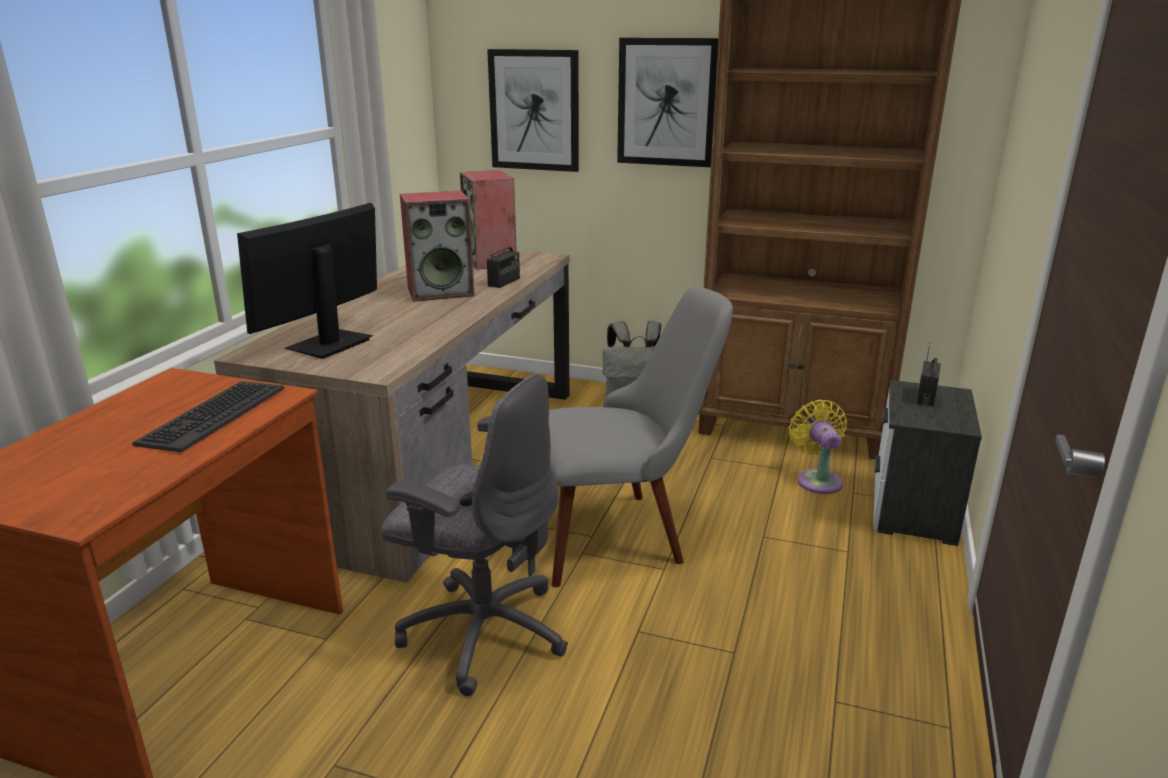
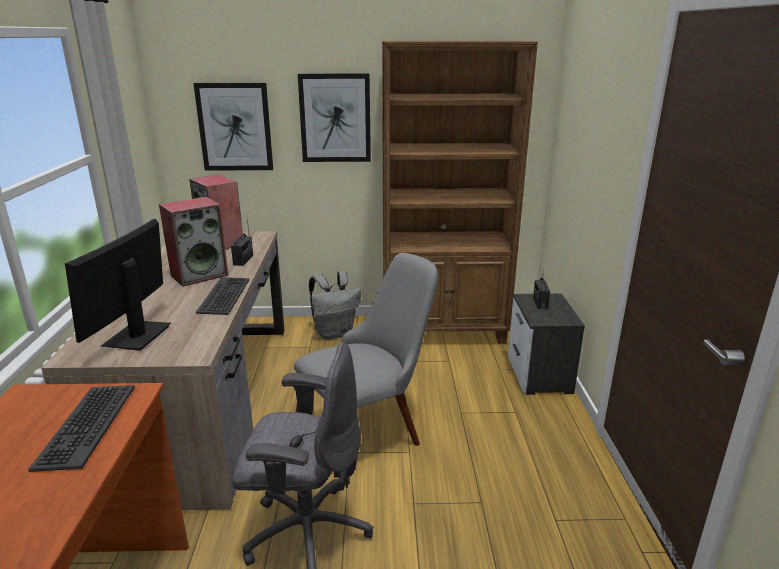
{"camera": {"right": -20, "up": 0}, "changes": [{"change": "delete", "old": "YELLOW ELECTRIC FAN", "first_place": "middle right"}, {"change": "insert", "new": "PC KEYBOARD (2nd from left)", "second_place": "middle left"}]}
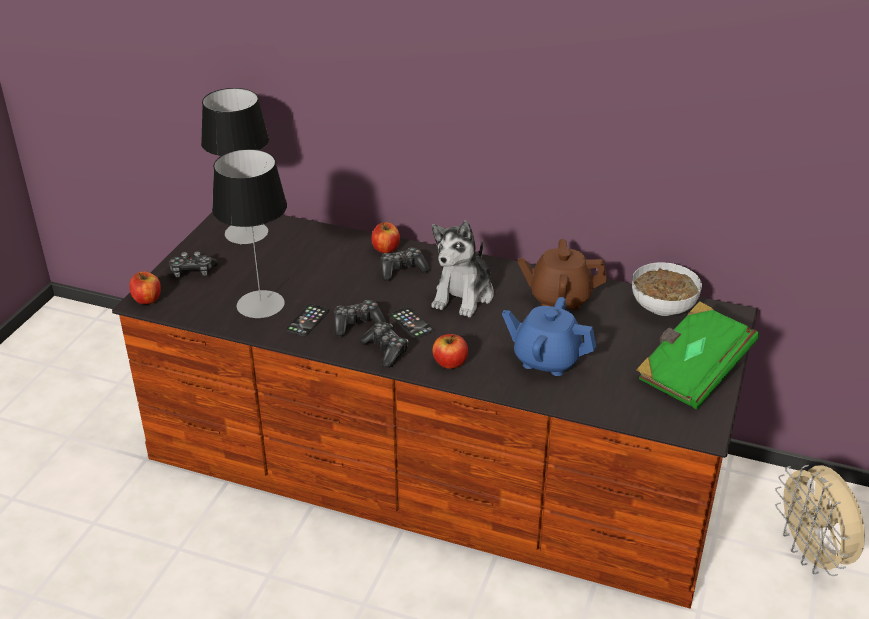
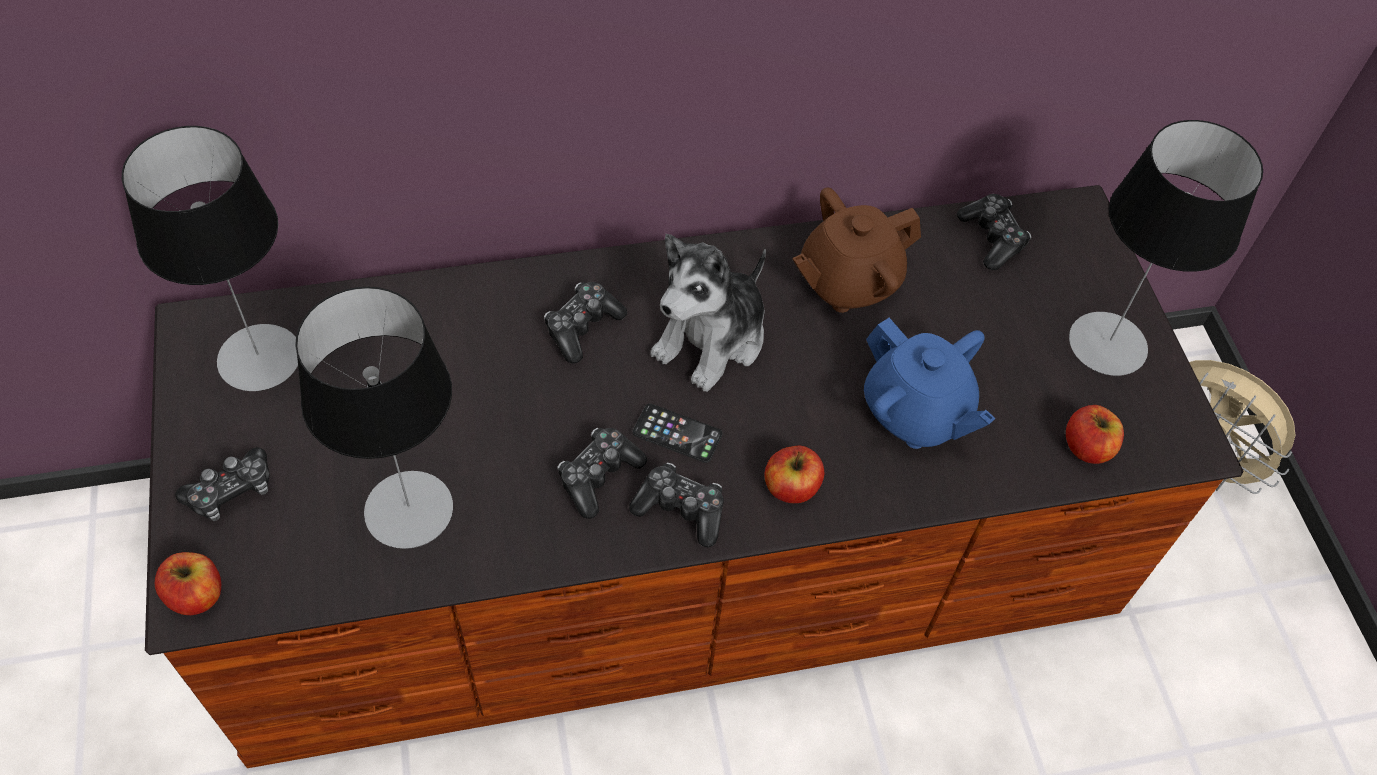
{"camera": {"right": -35, "up": 20}, "changes": [{"change": "rotate", "old": "CUDDLY TOY", "first_place": "centre", "second_place": "centre", "degrees": 45}, {"change": "move", "old": "APPLE (2nd from left in the first image)", "new": "APPLE (3rd from left)", "first_place": "centre", "second_place": "middle right"}, {"change": "replace", "old": "DEEP DISH", "new": "GAMEPAD (5th from left)", "first_place": "middle right", "second_place": "top right"}, {"change": "rotate", "old": "BLUE-COLOURED TEAPOT", "first_place": "centre", "second_place": "middle right", "degrees": -120}, {"change": "replace", "old": "GREEN VOLUME", "new": "LAMP FOR A TABLE (3rd from left)", "first_place": "middle right", "second_place": "top right"}, {"change": "delete", "old": "TELEPHONE (1st from left)", "first_place": "centre"}]}
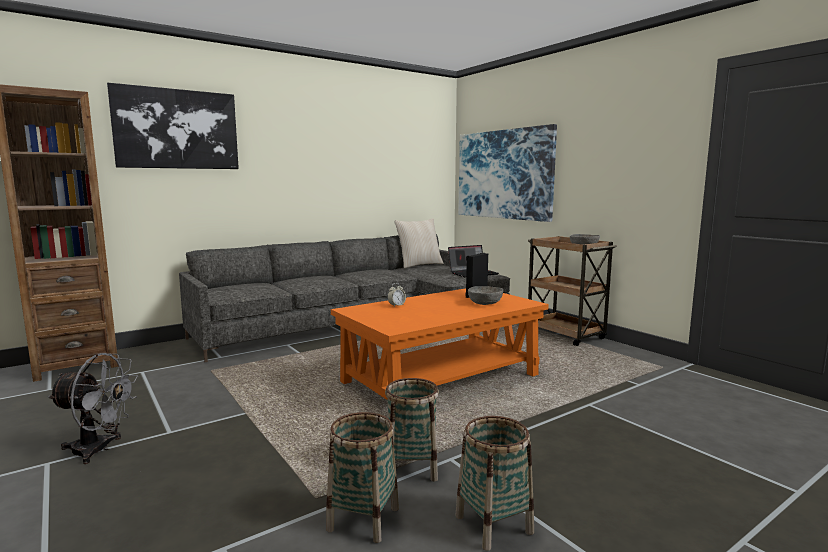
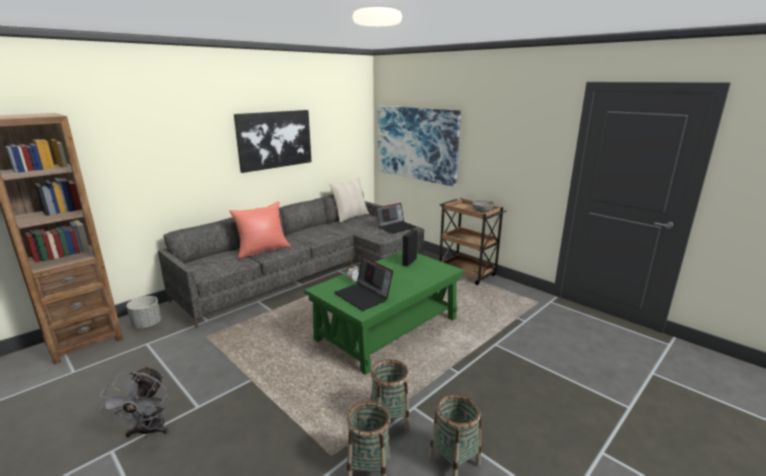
{"camera": {"right": -10, "up": 10}, "changes": [{"change": "move", "old": "WALL PICTURE (1st from left)", "first_place": "top left", "second_place": "top centre"}, {"change": "delete", "old": "GREYISH DEEP DISH (1st from left)", "first_place": "centre"}, {"change": "recolor", "old": "ORANGE COFFEE TABLE", "new": "GREEN COFFEE TABLE", "first_place": "centre", "second_place": "centre"}, {"change": "rotate", "old": "GREYISH ELECTRIC FAN", "first_place": "bottom left", "second_place": "bottom left", "degrees": 90}, {"change": "insert", "new": "RED THROW PILLOW", "second_place": "centre"}, {"change": "insert", "new": "LAPTOP (1st from left)", "second_place": "centre"}, {"change": "insert", "new": "GREYISH PLANT POT", "second_place": "middle left"}]}
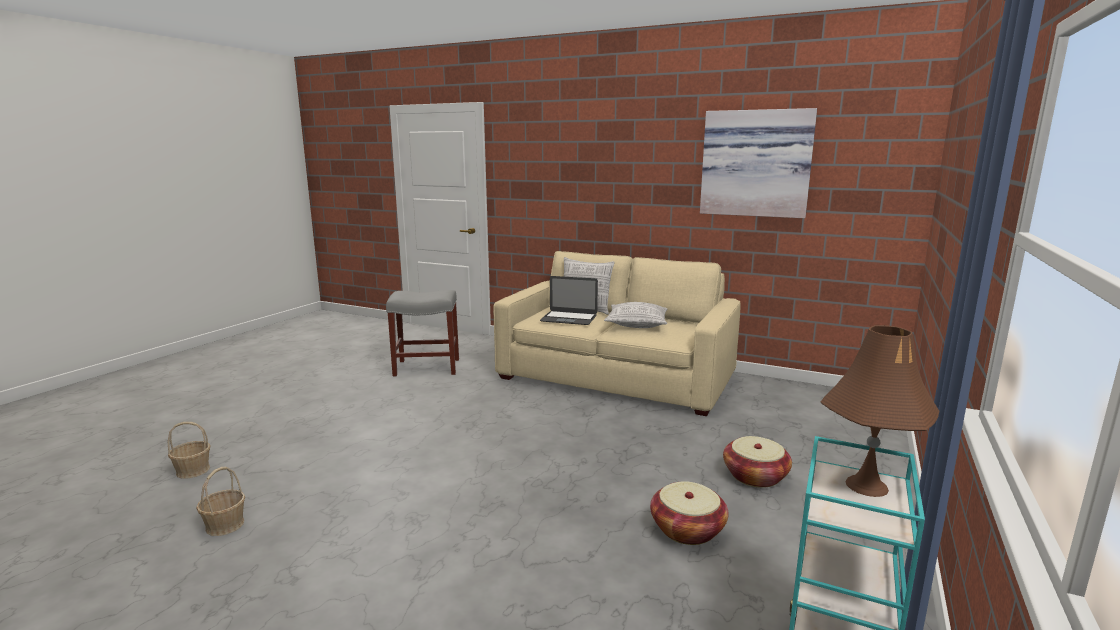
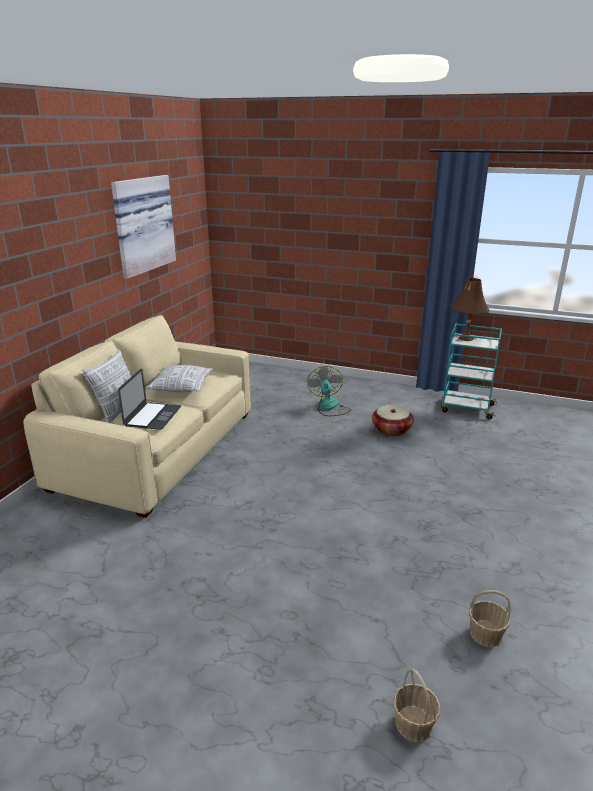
{"camera": {"right": -95, "up": 10}, "changes": [{"change": "delete", "old": "GREYISH SITTING STOOL", "first_place": "centre"}, {"change": "replace", "old": "BASKET (4th from left)", "new": "ELECTRIC FAN", "first_place": "bottom right", "second_place": "centre"}]}
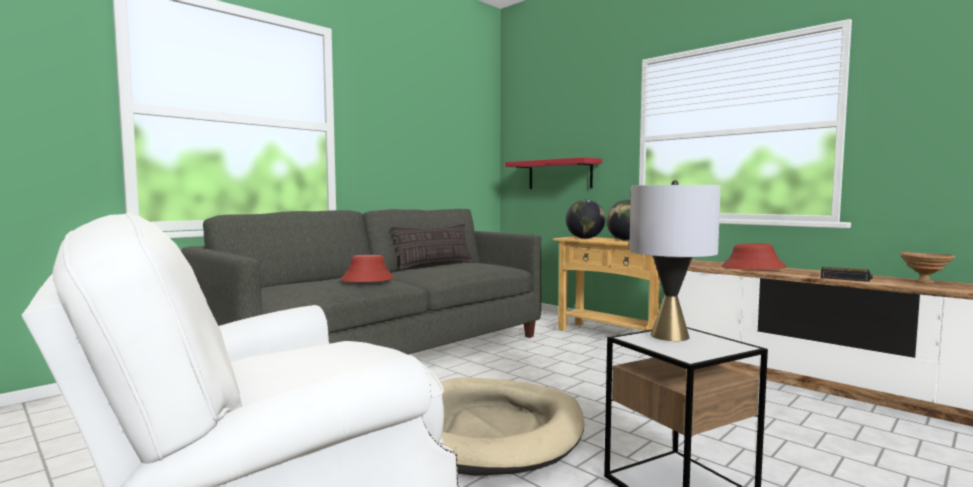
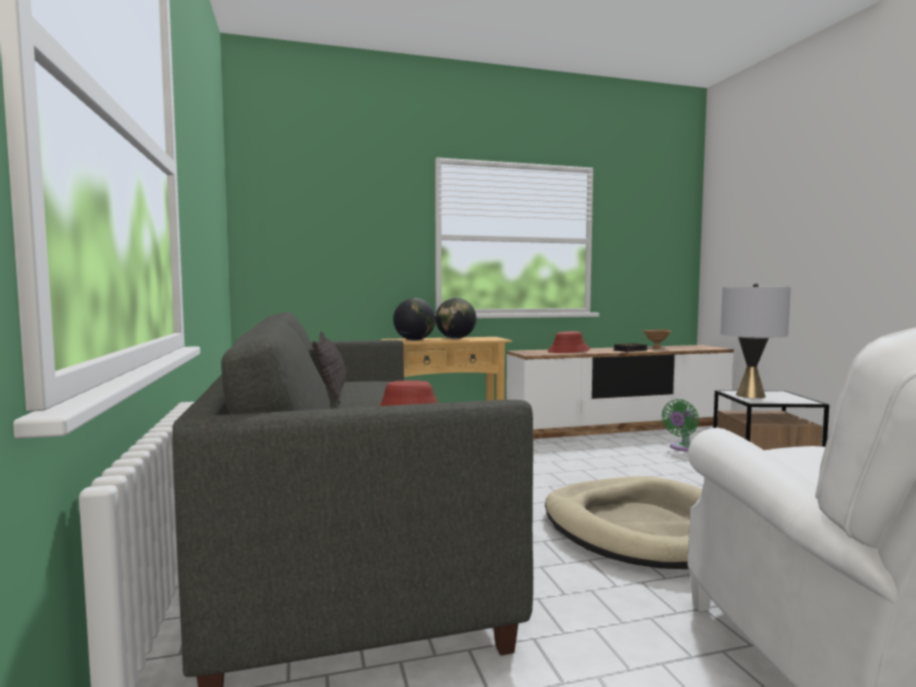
{"camera": {"right": -60, "up": 0}, "changes": [{"change": "delete", "old": "RED BRACKET SHELF", "first_place": "centre"}, {"change": "insert", "new": "GREEN ELECTRIC FAN", "second_place": "middle right"}]}
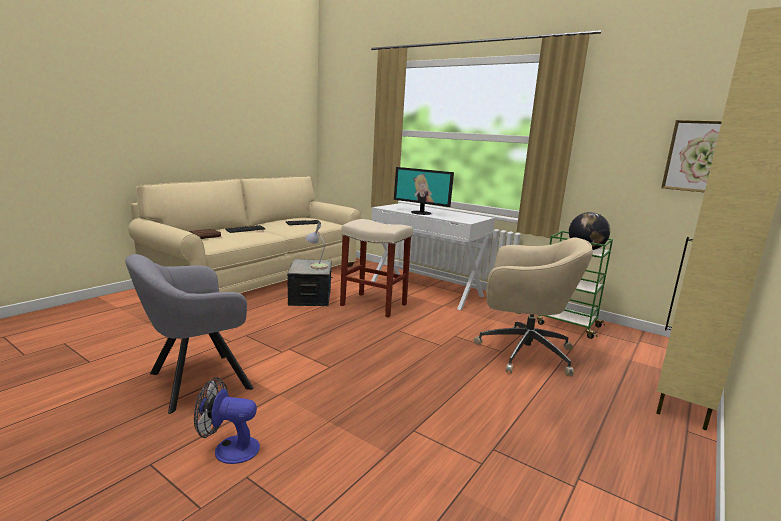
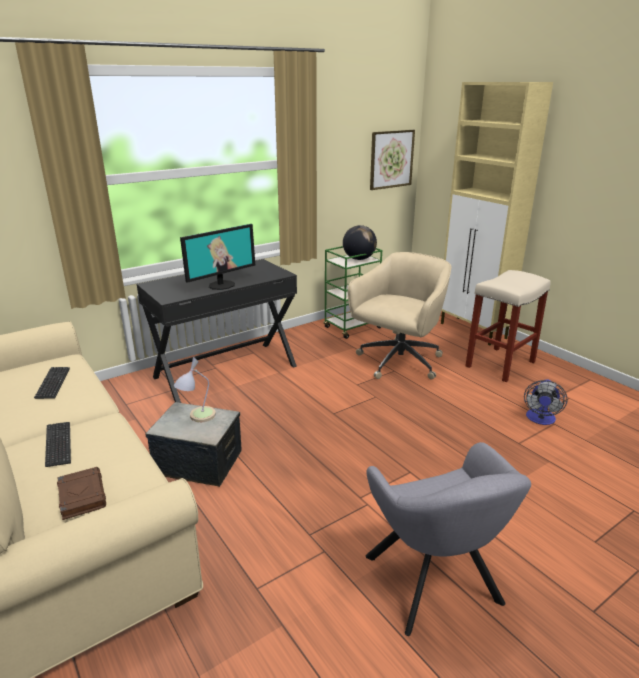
{"camera": {"right": -70, "up": 10}, "changes": [{"change": "recolor", "old": "WHITISH DESK", "new": "BLACKISH DESK", "first_place": "centre", "second_place": "centre"}, {"change": "move", "old": "SAND-COLOURED SITTING STOOL", "first_place": "centre", "second_place": "middle right"}, {"change": "move", "old": "ELECTRIC FAN", "first_place": "bottom left", "second_place": "middle right"}]}
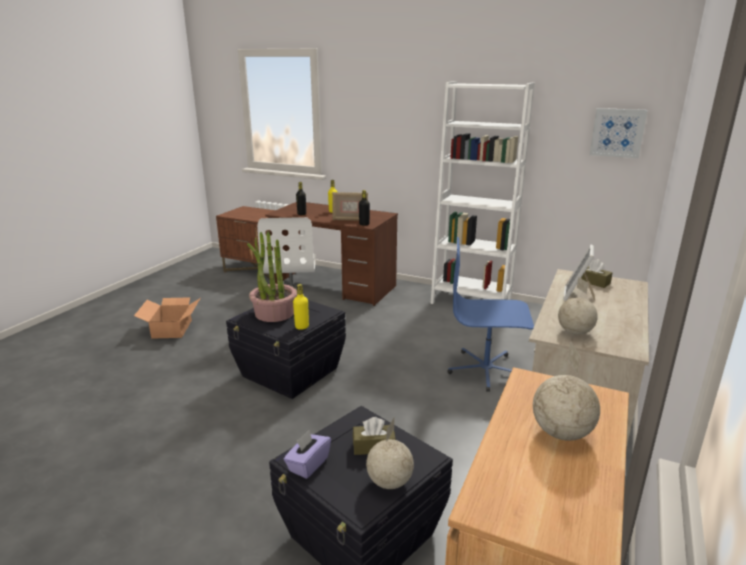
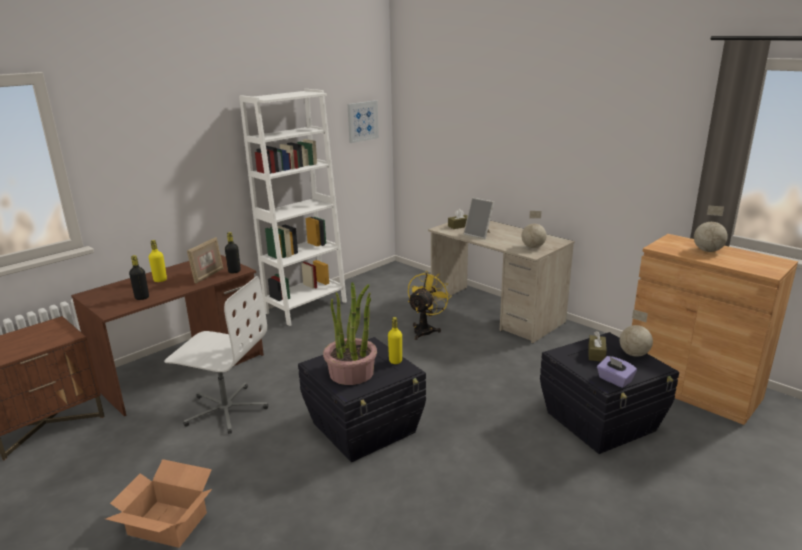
{"camera": {"right": -70, "up": 0}, "changes": [{"change": "replace", "old": "BLUE-COLOURED DESK CHAIR", "new": "YELLOW ELECTRIC FAN", "first_place": "centre", "second_place": "centre"}]}
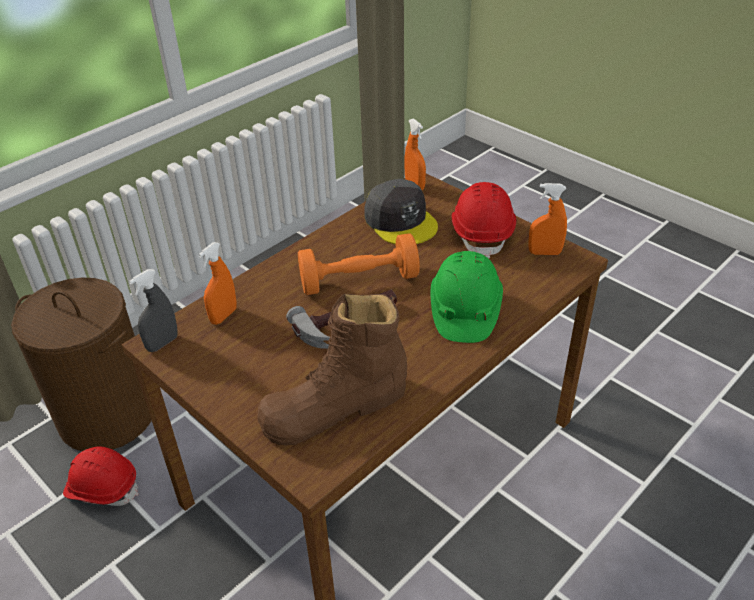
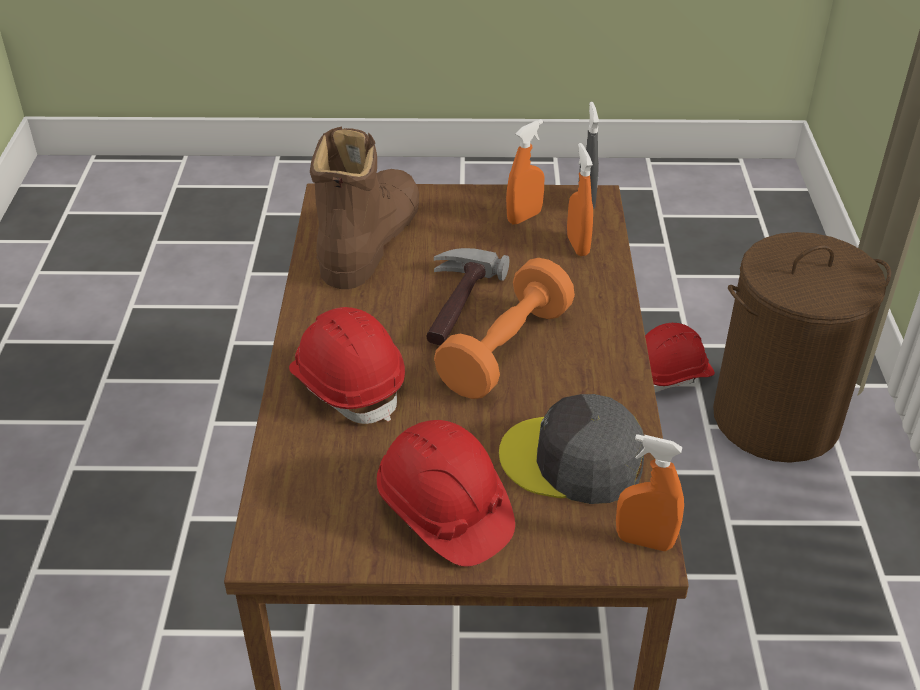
{"camera": {"right": 135, "up": 0}, "changes": [{"change": "move", "old": "ORANGE SPRAY BOTTLE (3rd from left in the first image)", "new": "ORANGE SPRAY BOTTLE (1st from left)", "first_place": "middle right", "second_place": "top centre"}, {"change": "recolor", "old": "GREEN WORK HELMET", "new": "RED WORK HELMET (1st from left)", "first_place": "centre", "second_place": "centre"}]}
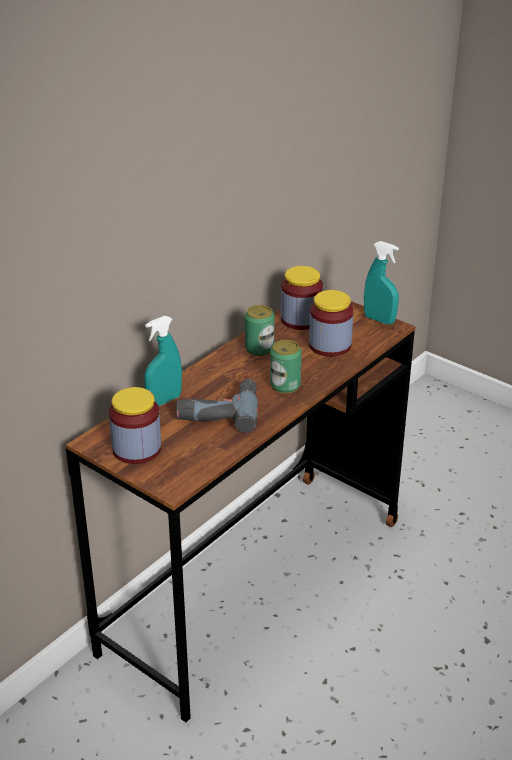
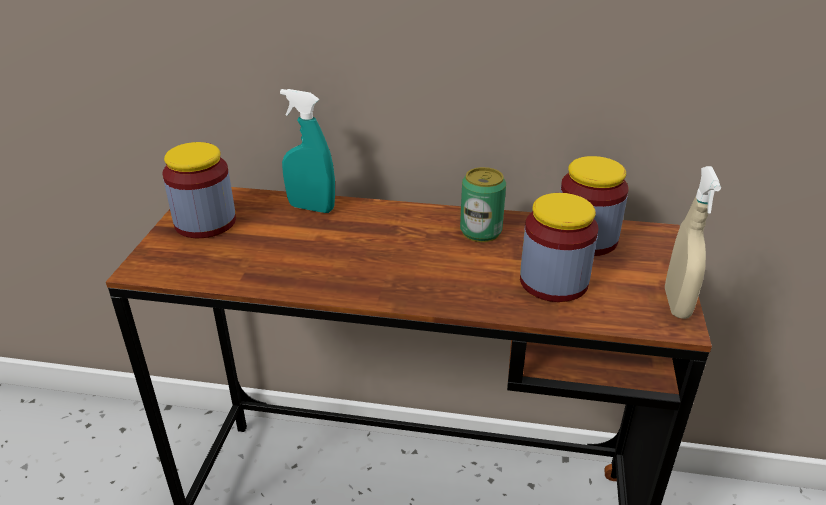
{"camera": {"right": 60, "up": 0}, "changes": [{"change": "recolor", "old": "TURQUOISE SPRAY BOTTLE (2nd from left)", "new": "SAND-COLOURED SPRAY BOTTLE", "first_place": "middle right", "second_place": "middle right"}, {"change": "delete", "old": "SEALED CAN (2nd from left)", "first_place": "centre"}, {"change": "delete", "old": "ELECTRIC DRILL", "first_place": "centre"}]}
